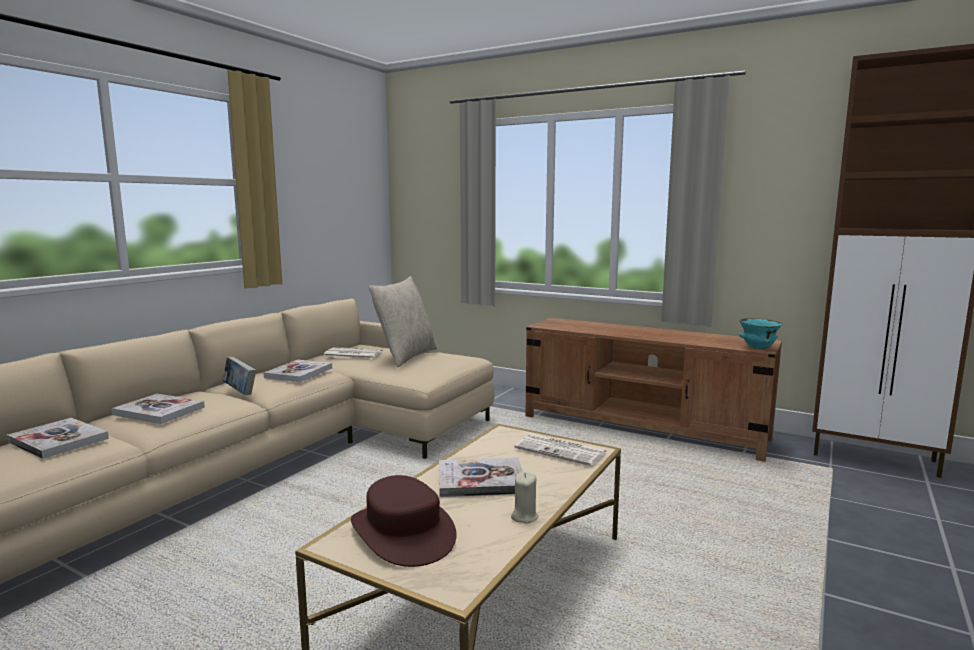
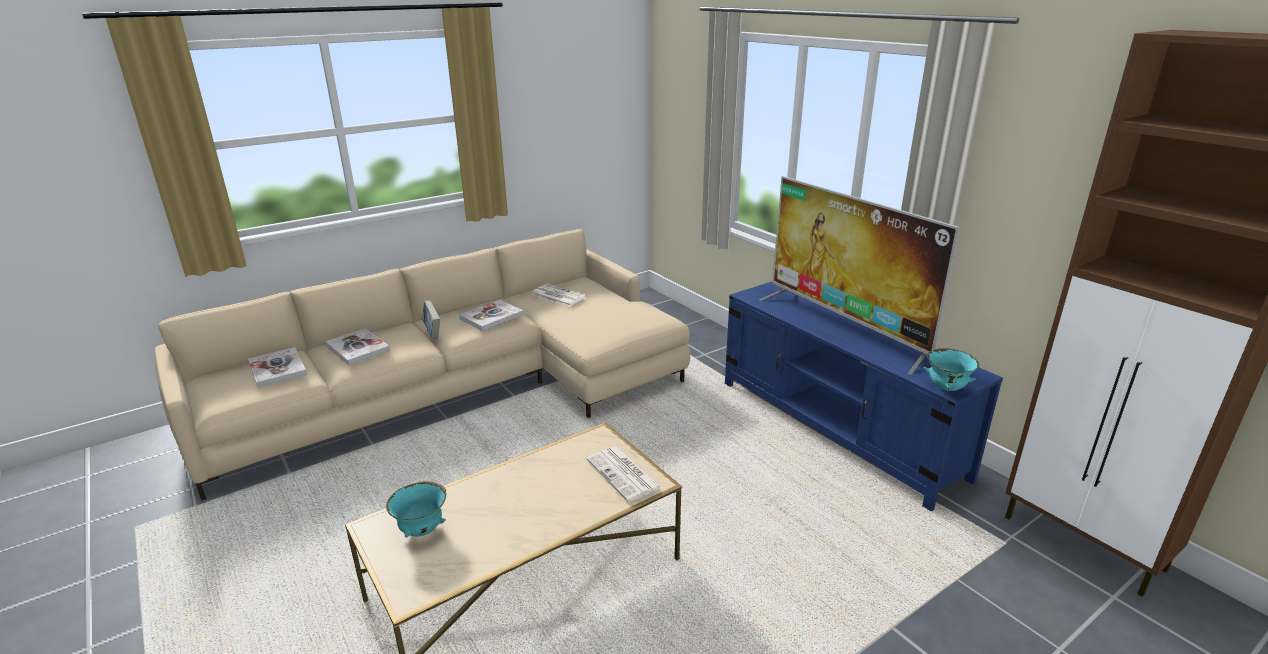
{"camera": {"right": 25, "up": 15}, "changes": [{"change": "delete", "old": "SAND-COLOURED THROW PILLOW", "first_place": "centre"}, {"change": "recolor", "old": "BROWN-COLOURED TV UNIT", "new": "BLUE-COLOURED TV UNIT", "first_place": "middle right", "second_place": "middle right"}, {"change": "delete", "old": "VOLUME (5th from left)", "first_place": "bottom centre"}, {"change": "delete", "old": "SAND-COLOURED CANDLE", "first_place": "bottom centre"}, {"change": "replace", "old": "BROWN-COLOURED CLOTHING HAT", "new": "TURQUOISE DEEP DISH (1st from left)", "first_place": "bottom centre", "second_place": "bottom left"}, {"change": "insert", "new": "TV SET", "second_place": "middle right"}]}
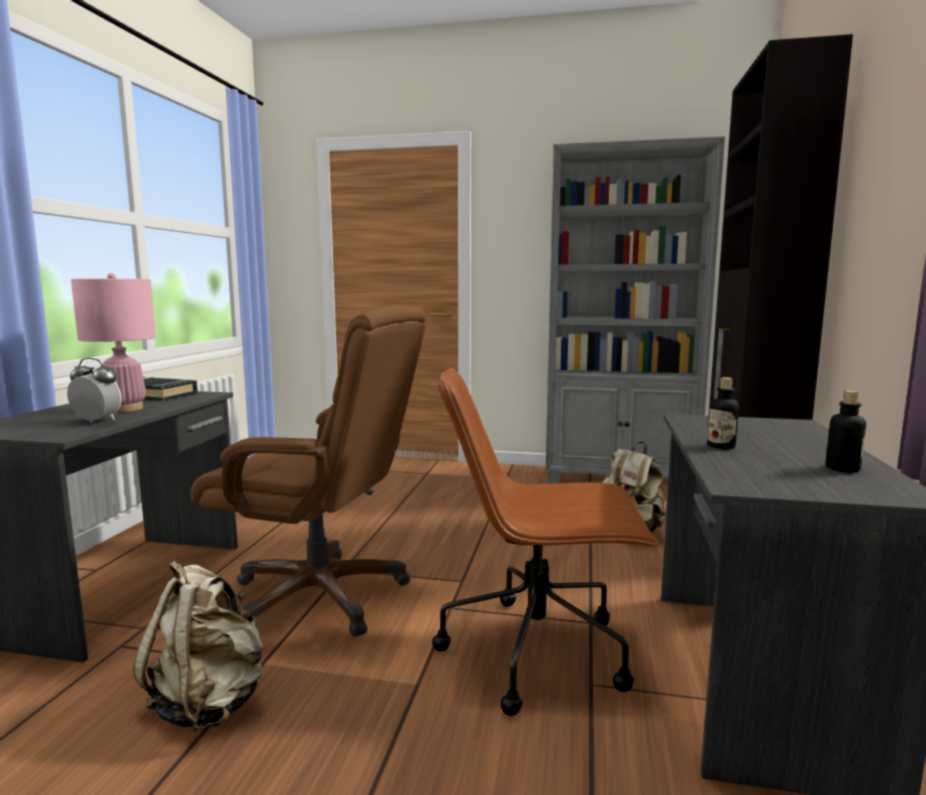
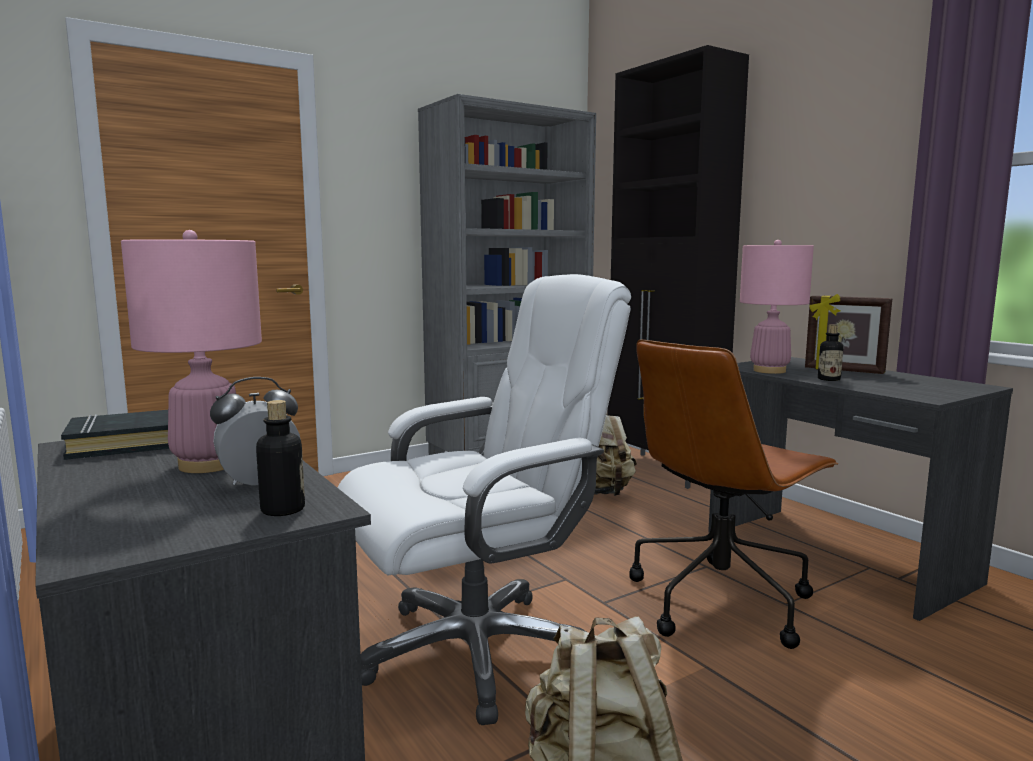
{"camera": {"right": -45, "up": 0}, "changes": [{"change": "recolor", "old": "BROWN-COLOURED DESK CHAIR (1st from left)", "new": "WHITISH DESK CHAIR", "first_place": "middle left", "second_place": "centre"}, {"change": "move", "old": "DRINK BOTTLE (2nd from left in the first image)", "new": "DRINK BOTTLE (1st from left)", "first_place": "middle right", "second_place": "middle left"}, {"change": "insert", "new": "PINKISH LAMP FOR A TABLE (2nd from left)", "second_place": "middle right"}, {"change": "insert", "new": "STANDING FRAME", "second_place": "middle right"}]}
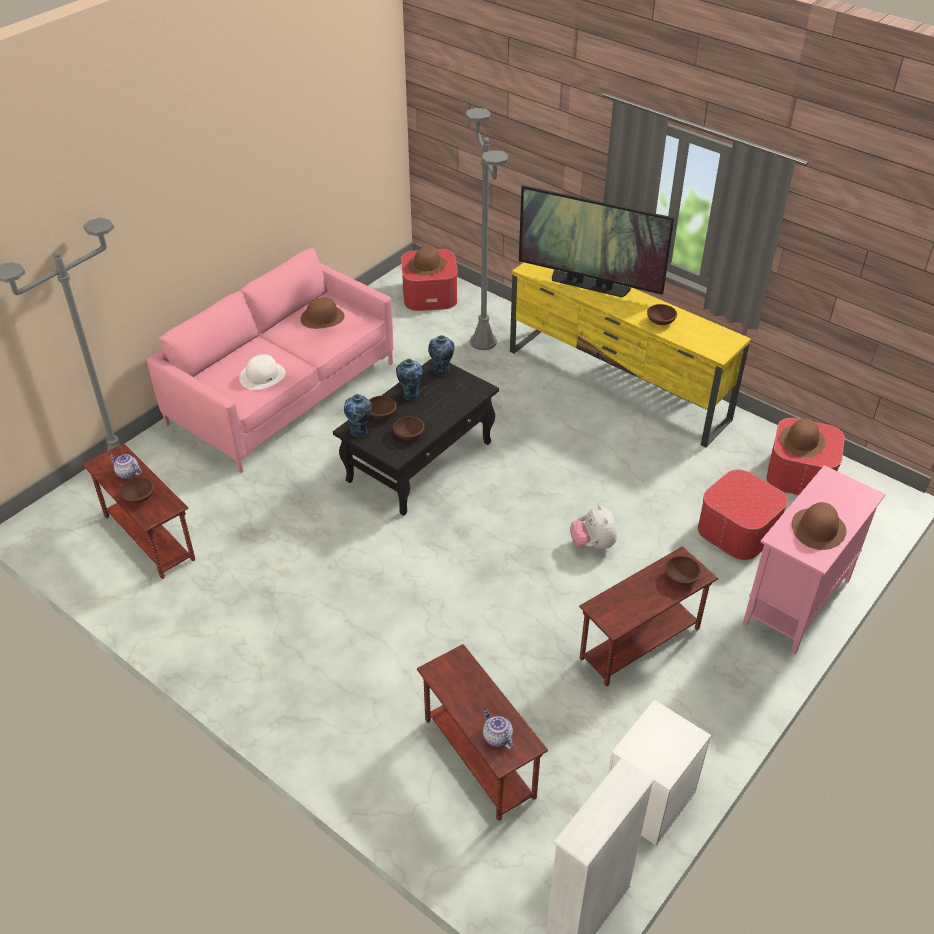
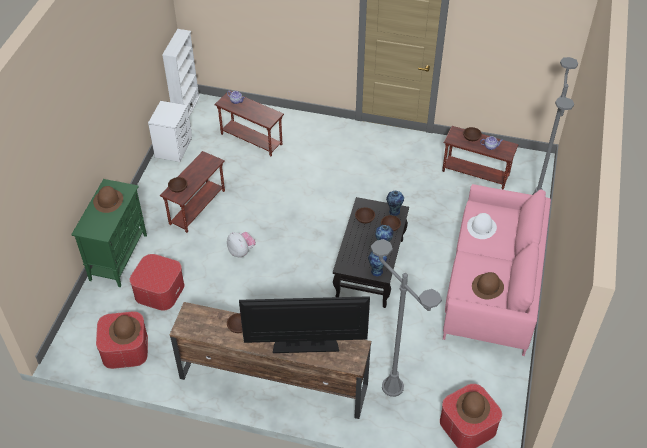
{"camera": {"right": 155, "up": 5}, "changes": [{"change": "recolor", "old": "YELLOW TV UNIT", "new": "BROWN-COLOURED TV UNIT", "first_place": "middle right", "second_place": "bottom centre"}, {"change": "recolor", "old": "PINKISH CABINET", "new": "GREEN CABINET", "first_place": "middle right", "second_place": "middle left"}]}
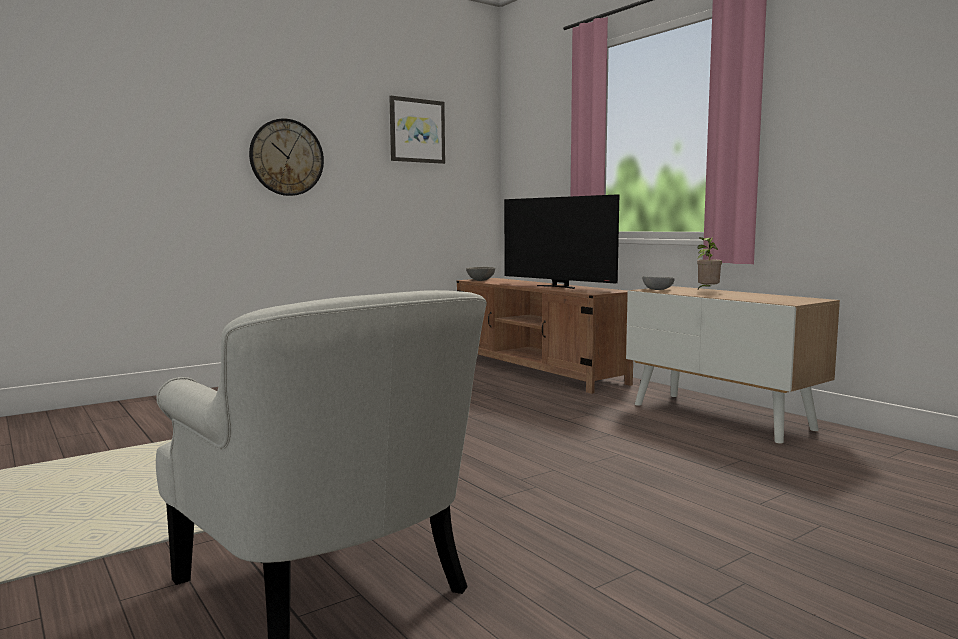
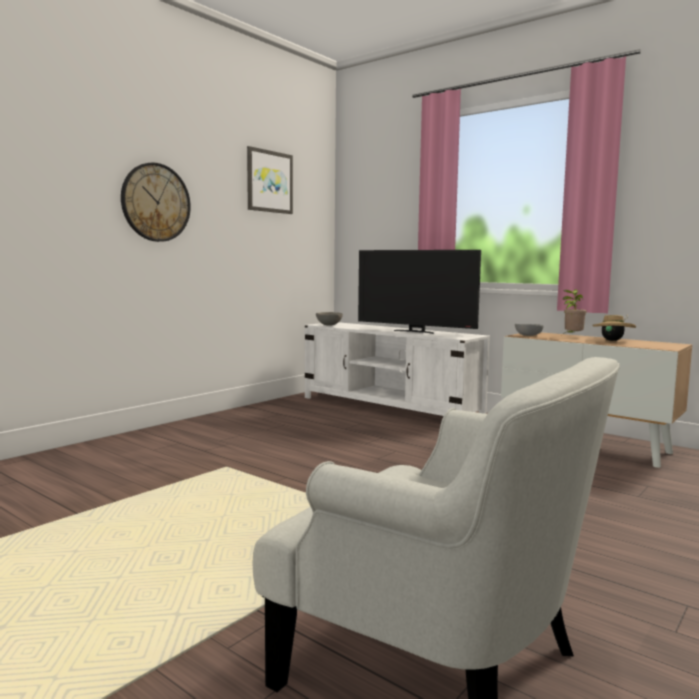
{"camera": {"right": -15, "up": 0}, "changes": [{"change": "recolor", "old": "BROWN-COLOURED TV UNIT", "new": "WHITISH TV UNIT", "first_place": "centre", "second_place": "centre"}, {"change": "insert", "new": "SAND-COLOURED CLOTHING HAT", "second_place": "middle right"}]}
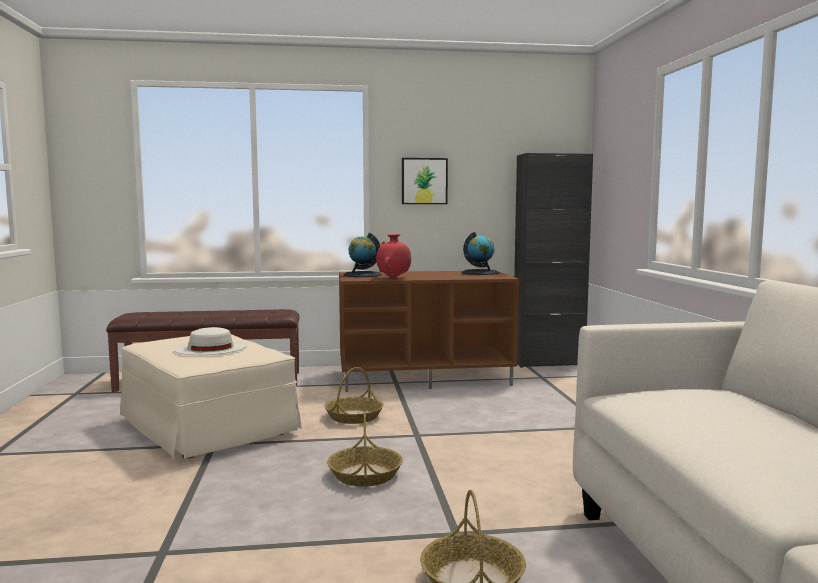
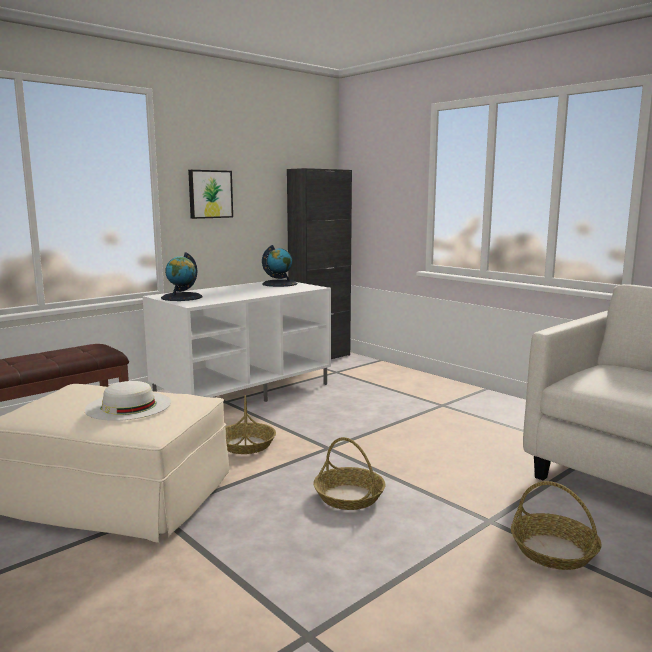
{"camera": {"right": -35, "up": 5}, "changes": [{"change": "delete", "old": "RED VASE", "first_place": "centre"}, {"change": "recolor", "old": "BROWN-COLOURED TV UNIT", "new": "WHITISH TV UNIT", "first_place": "centre", "second_place": "centre"}]}
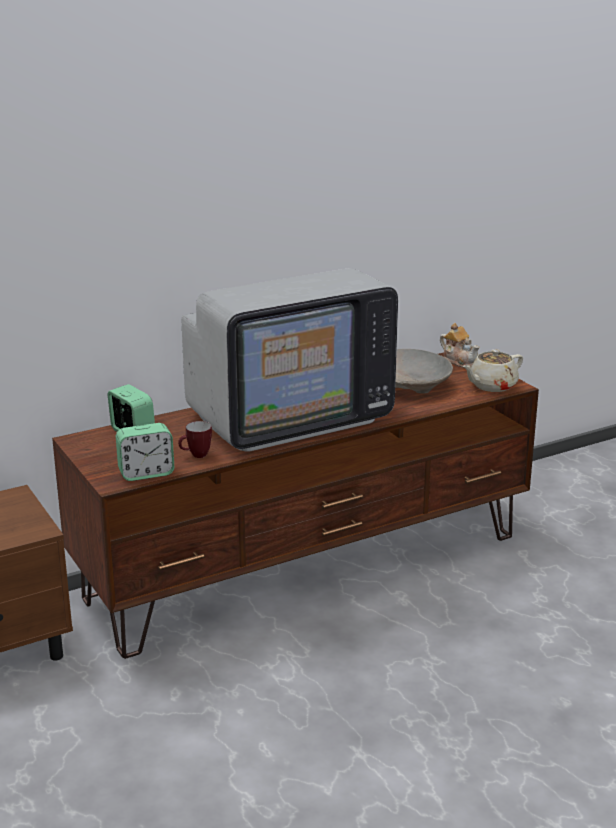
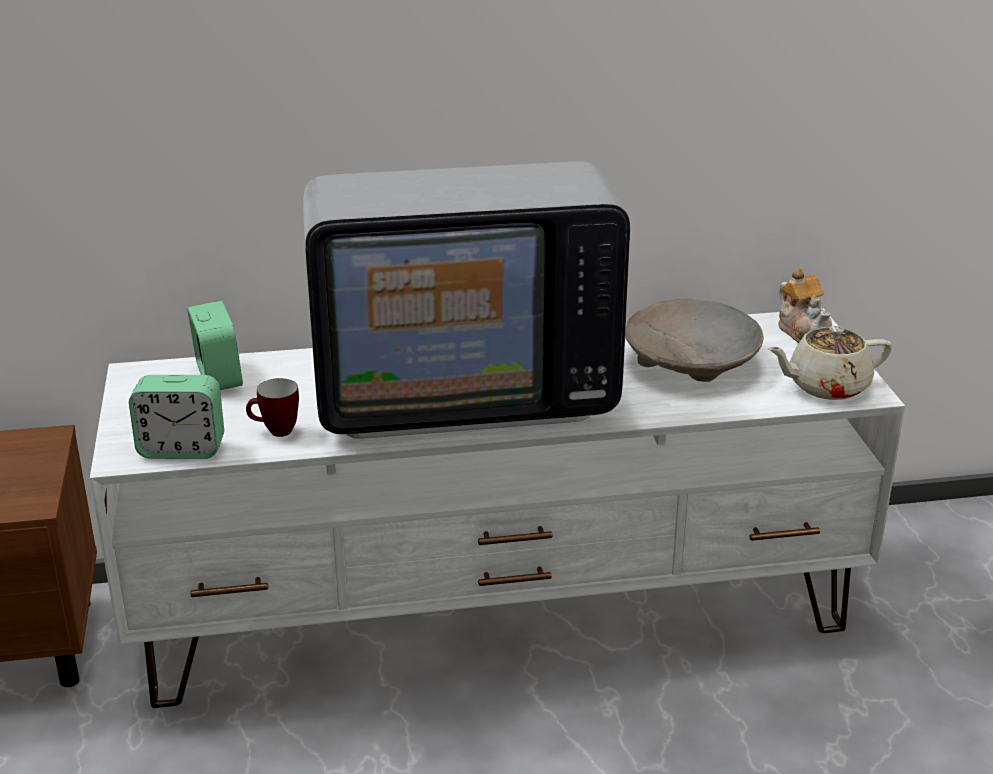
{"camera": {"right": 20, "up": 5}, "changes": [{"change": "recolor", "old": "BROWN-COLOURED TV UNIT", "new": "WHITISH TV UNIT", "first_place": "centre", "second_place": "centre"}]}
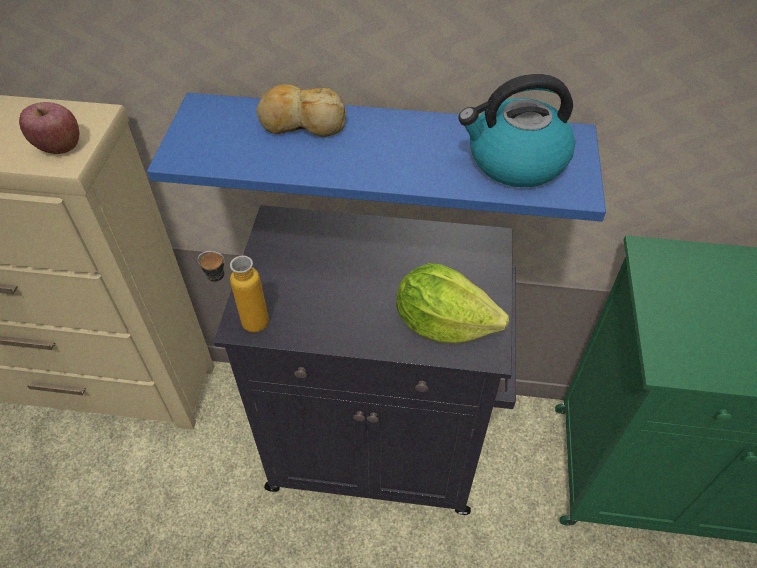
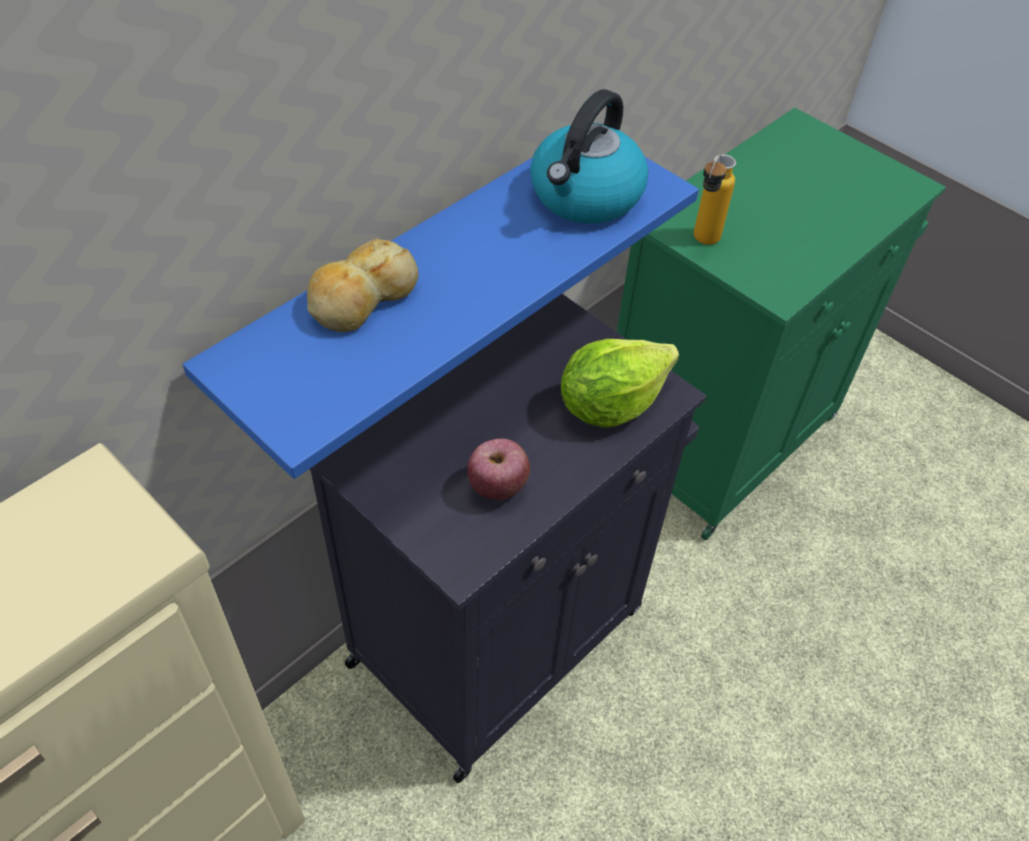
{"camera": {"right": -55, "up": 0}, "changes": [{"change": "move", "old": "APPLE", "first_place": "top left", "second_place": "centre"}, {"change": "move", "old": "DRINK BOTTLE", "first_place": "middle left", "second_place": "top right"}]}
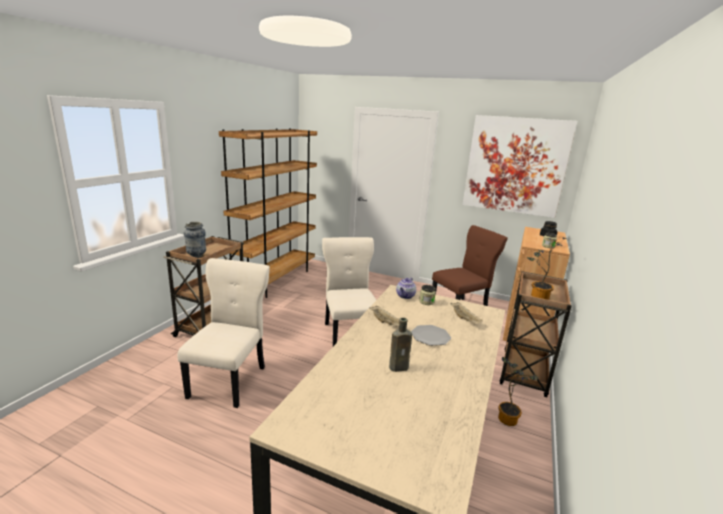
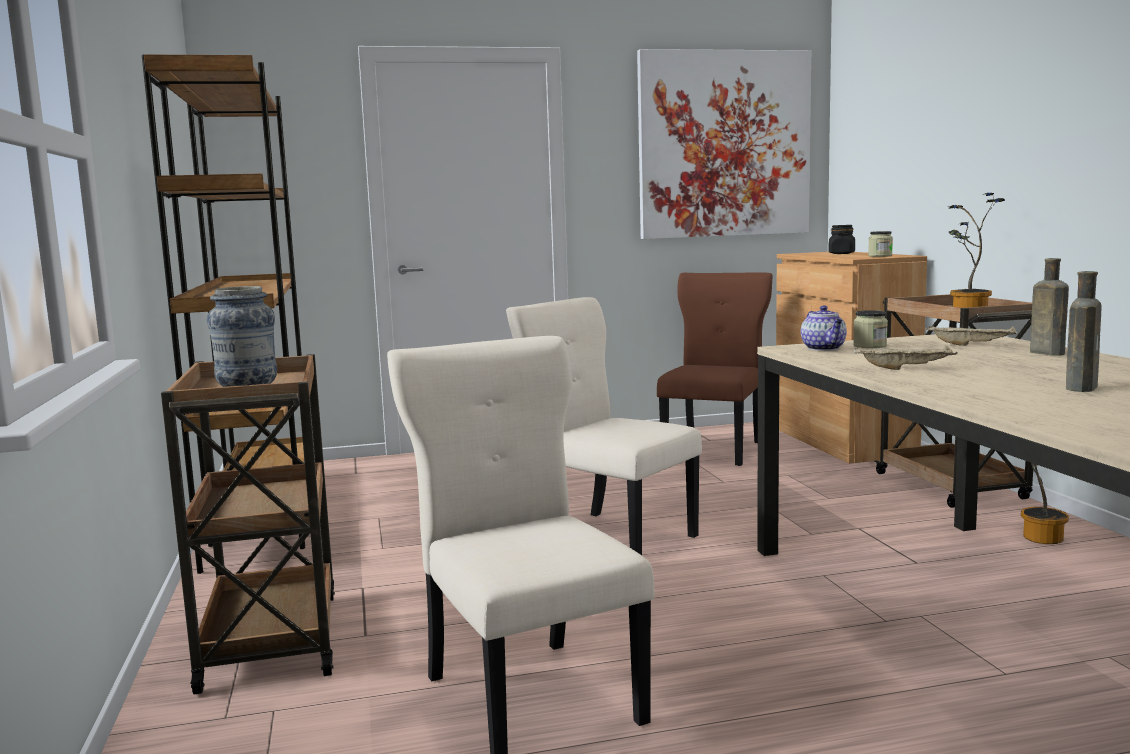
{"camera": {"right": -35, "up": -10}, "changes": [{"change": "delete", "old": "FLAT DISH", "first_place": "centre"}, {"change": "insert", "new": "BROWN-COLOURED DRINK BOTTLE (1st from left)", "second_place": "middle right"}]}
